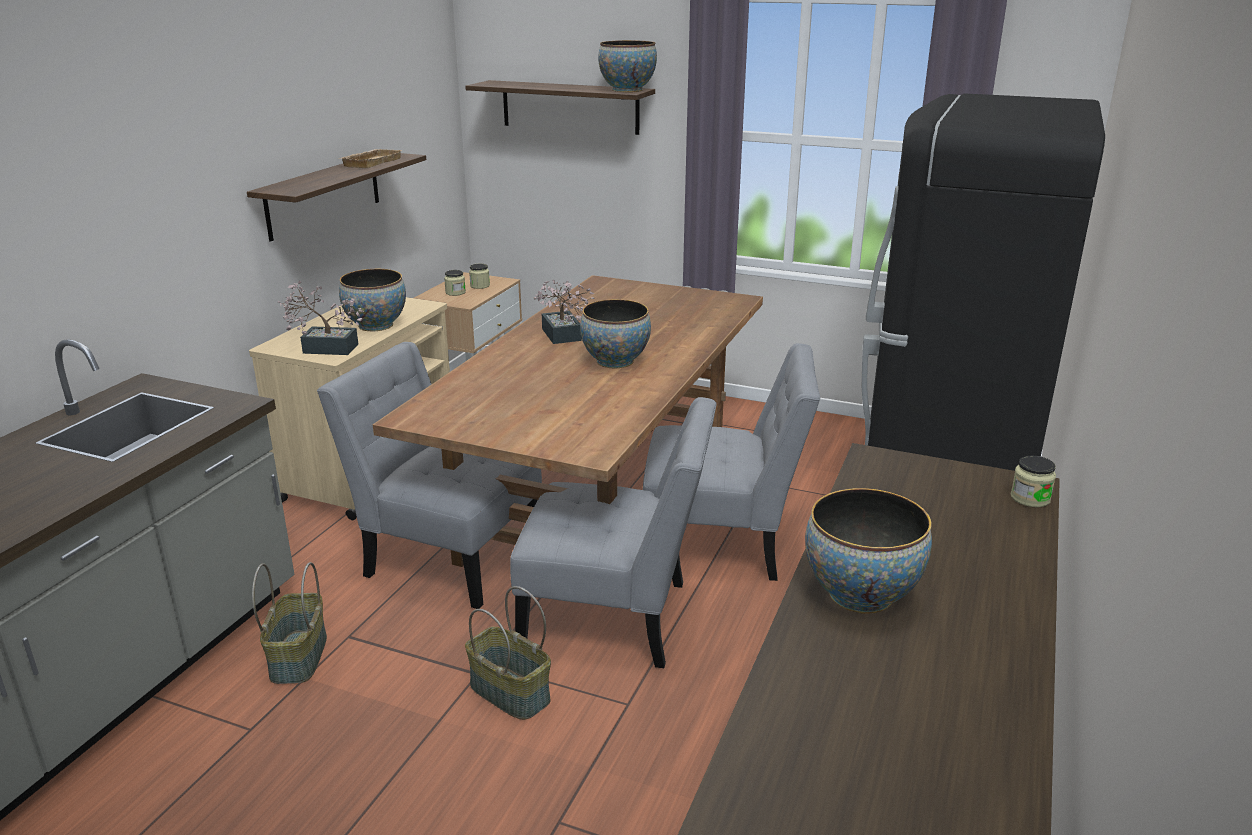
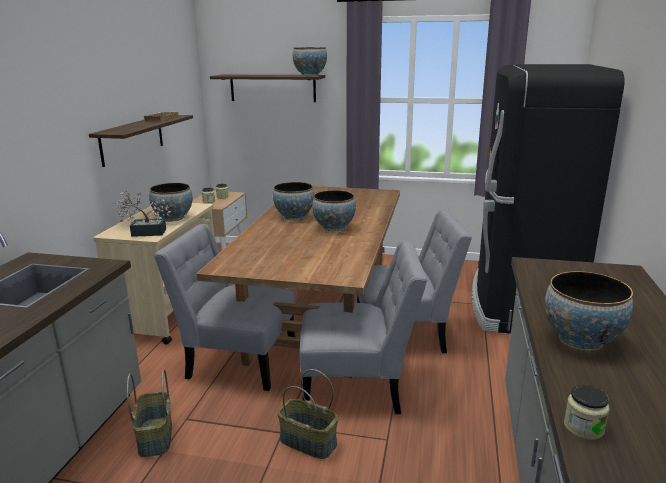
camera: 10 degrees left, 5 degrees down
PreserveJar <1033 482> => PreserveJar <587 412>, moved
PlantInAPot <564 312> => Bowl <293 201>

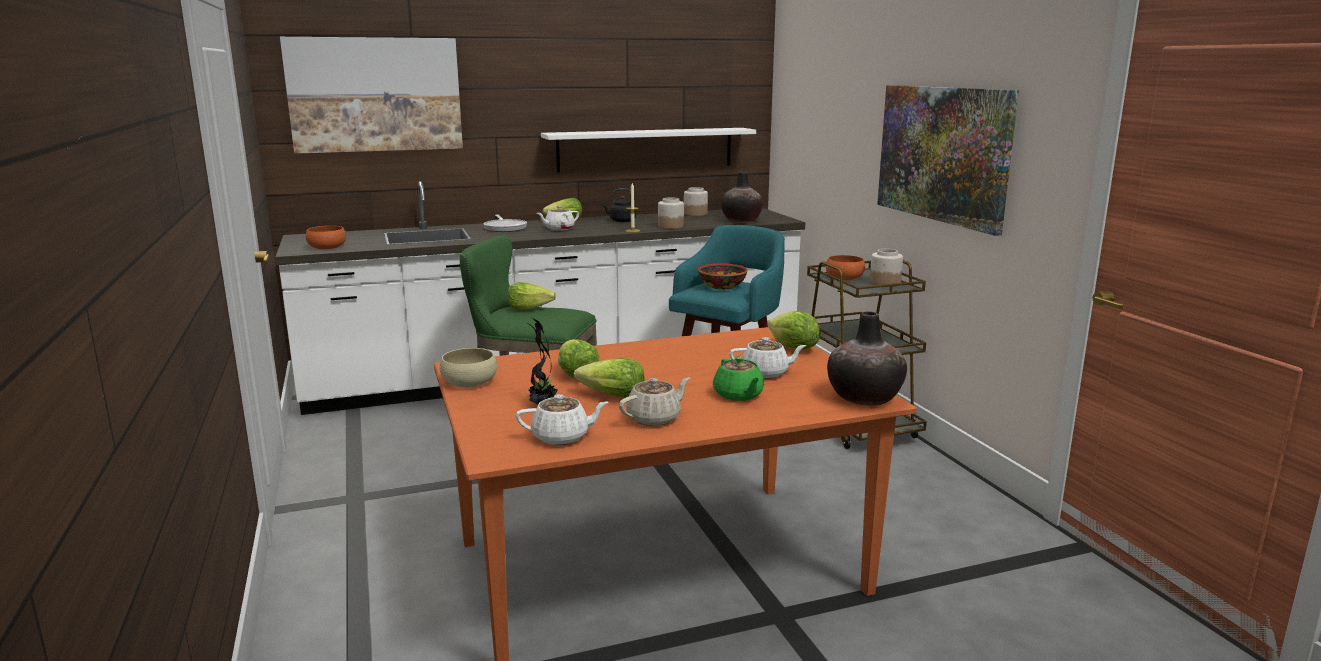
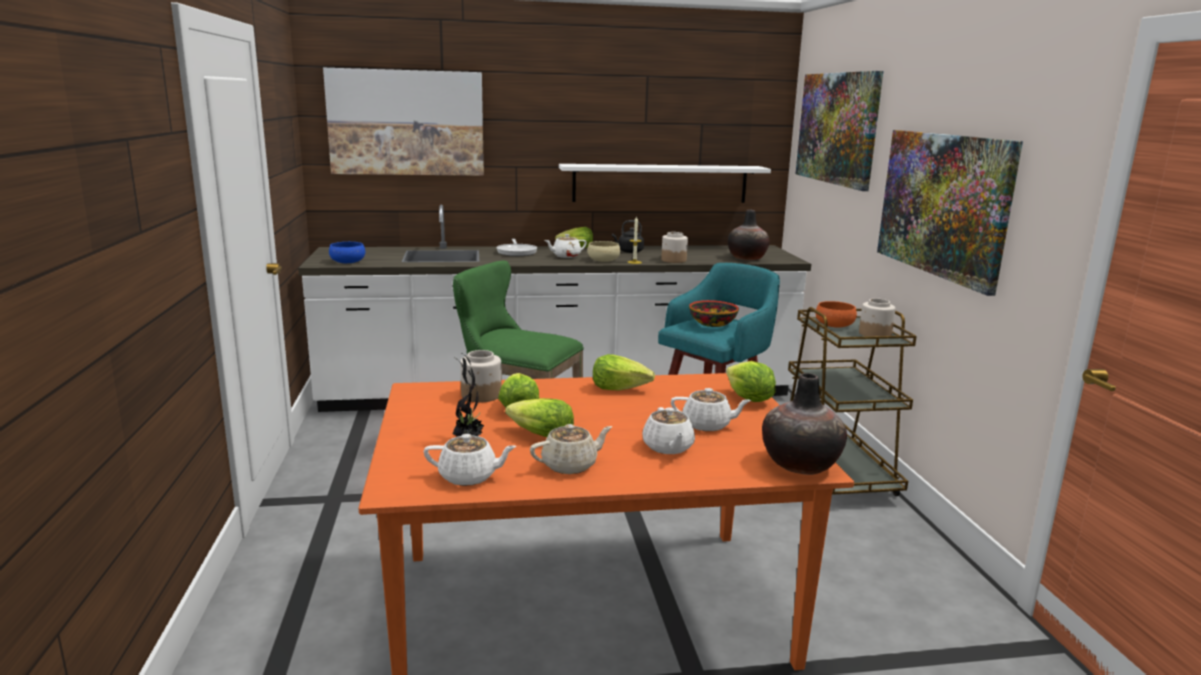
camera: 10 degrees right, 0 degrees up
nothing => WallArt <839 131>
SandColouredBowl <468 367> => SandColouredBowl <603 251>, moved
Lettuce <531 296> => Lettuce <624 372>, moved
PreserveJar <696 201> => PreserveJar <481 376>, moved
OrangeBowl <326 237> => BluishBowl <347 252>
GreenColouredTeaPot <738 378> => WhiteColouredTeaPot <669 430>

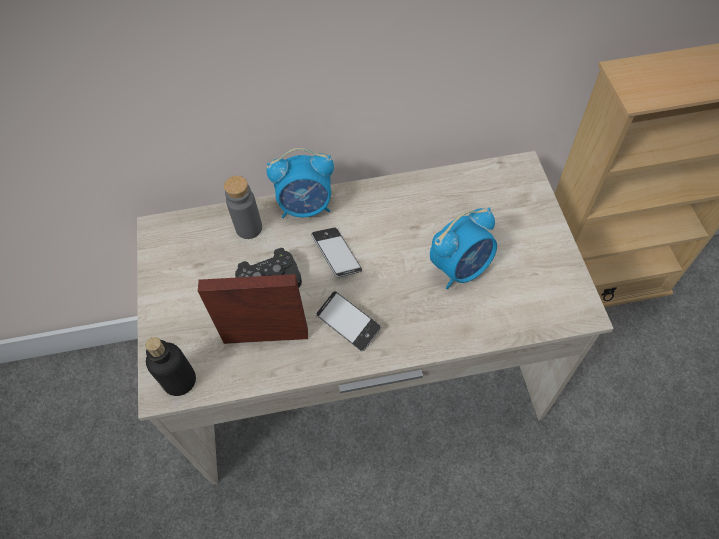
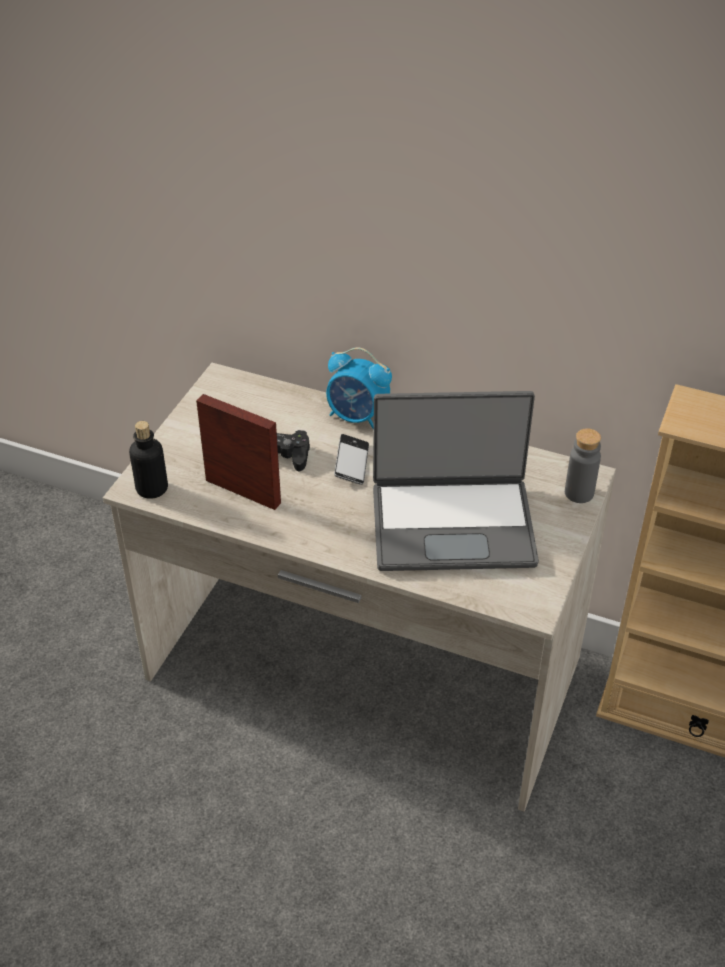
camera: 30 degrees right, 15 degrees down
Telephone <348 321> => nothing
GreyBottle <243 207> => GreyBottle <583 465>, moved
TableClock <463 248> => Laptop <456 481>

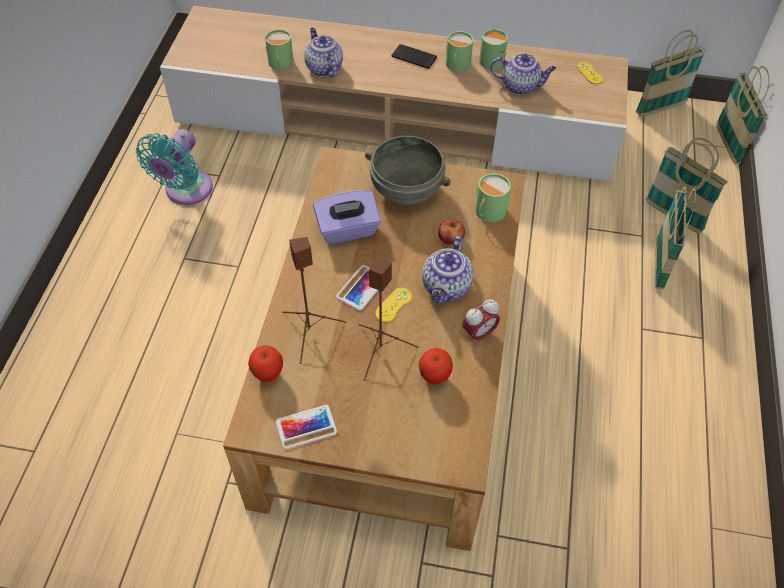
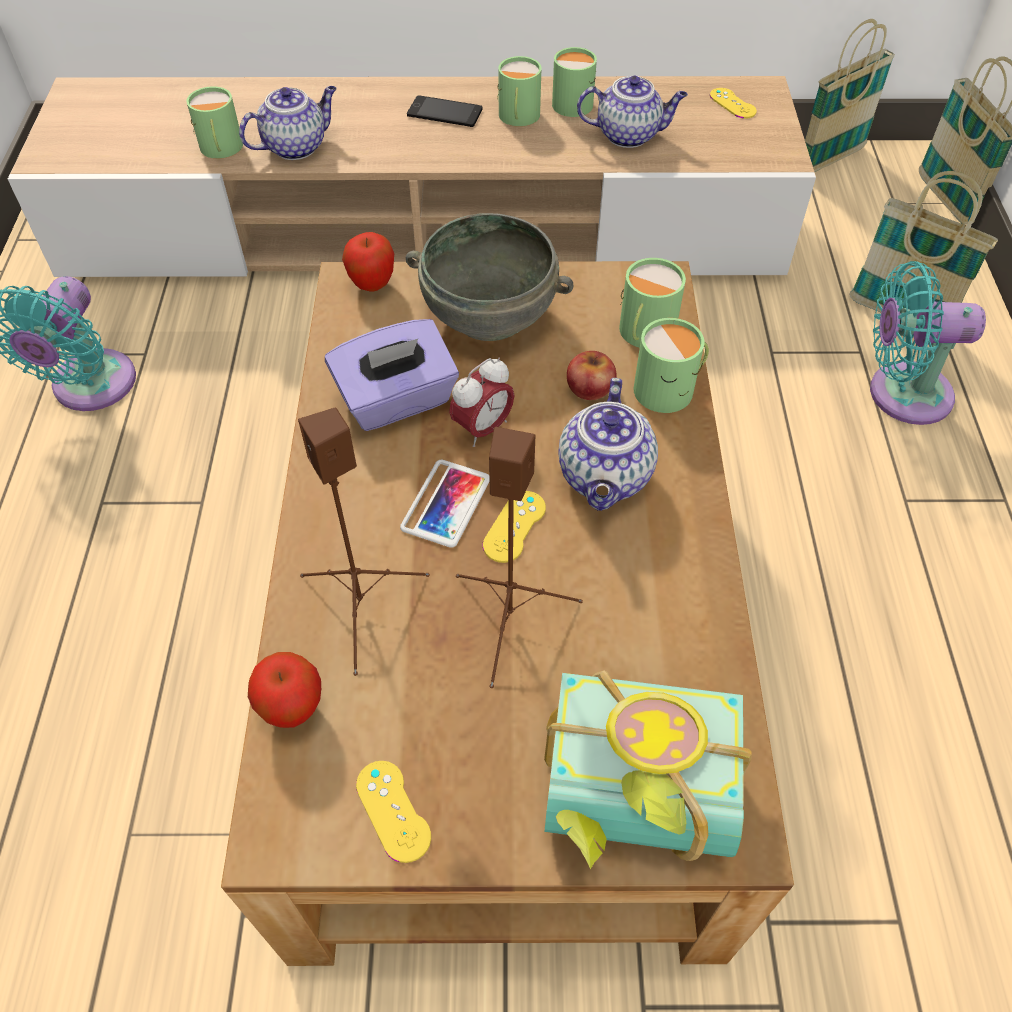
camera: 10 degrees left, 0 degrees up
nothing => Book <648 770>
nothing => GreenColouredTeaMug <671 365>
WholeApple <436 366> => WholeApple <368 262>, moved
TableClock <481 321> => TableClock <482 402>, moved
Telephone <306 427> => YellowishGameController <393 812>
HouseholdBasket <675 238> => BlueGreenCoolingFan <928 343>
TeaPot <323 52> => TeaPot <288 123>, 90 degrees clockwise

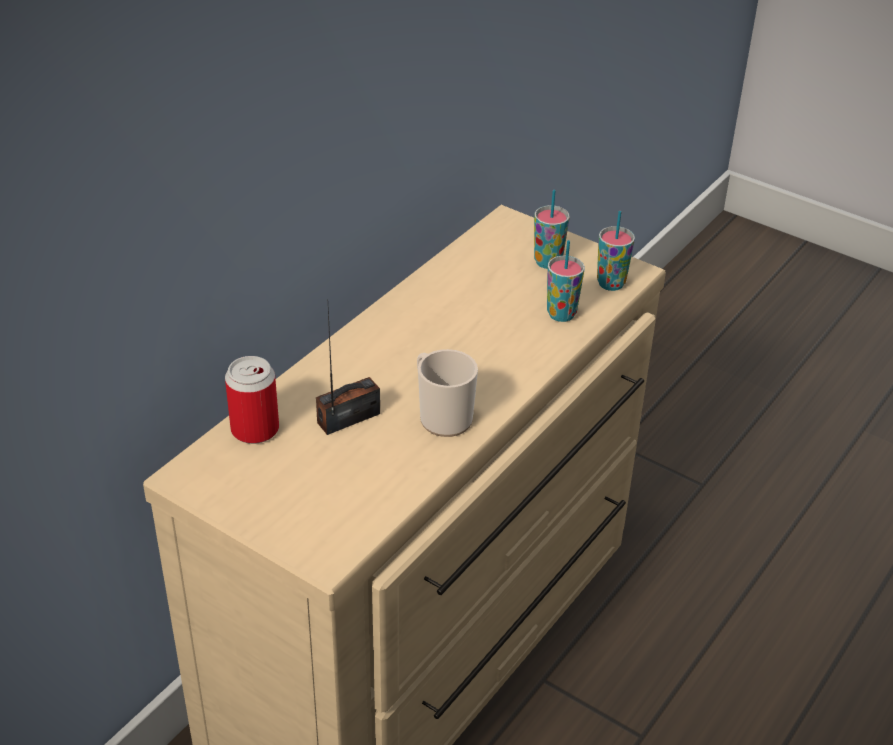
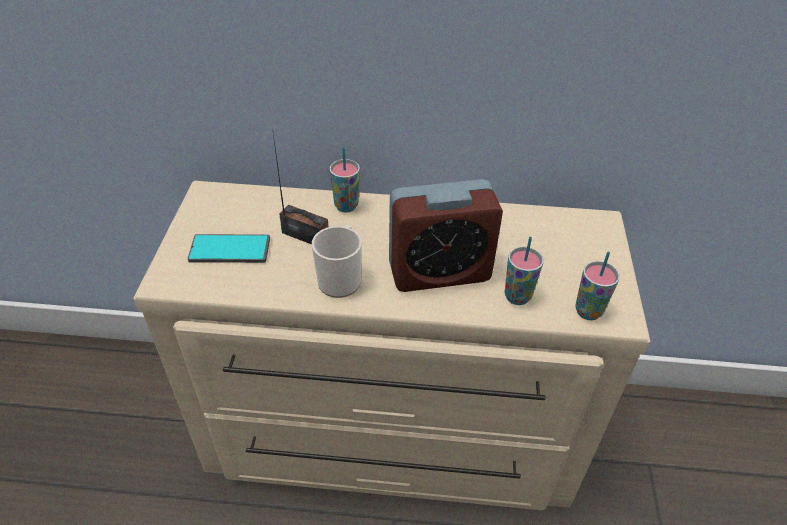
camera: 60 degrees right, 5 degrees up
MetalCan <252 400> => nothing
nothing => Telephone <229 248>
nothing => TableClock <446 235>
SmallCup <552 229> => SmallCup <344 180>, moved

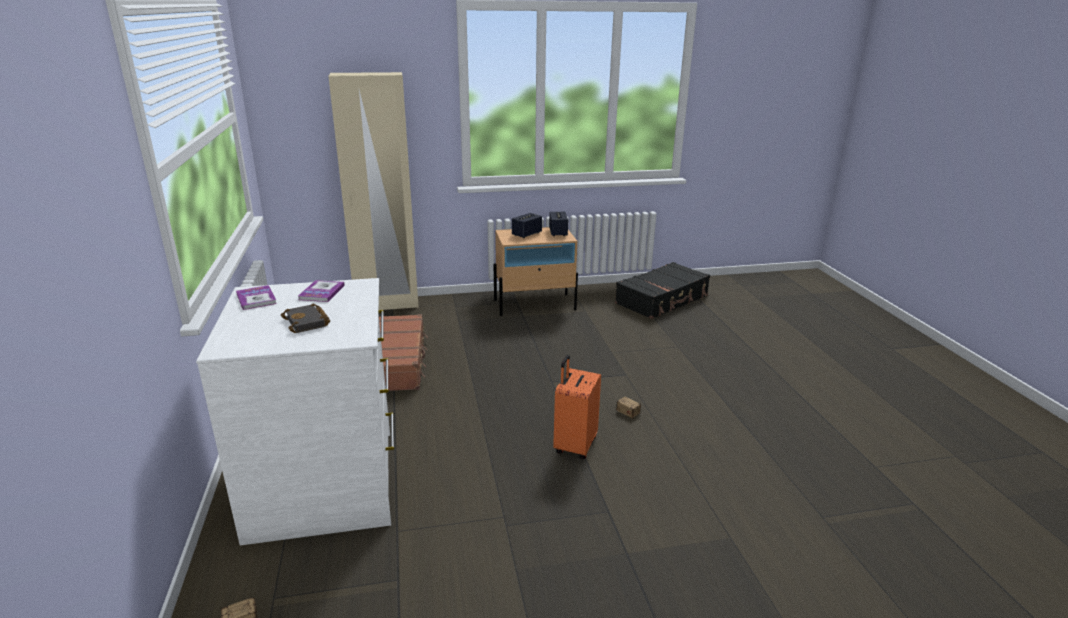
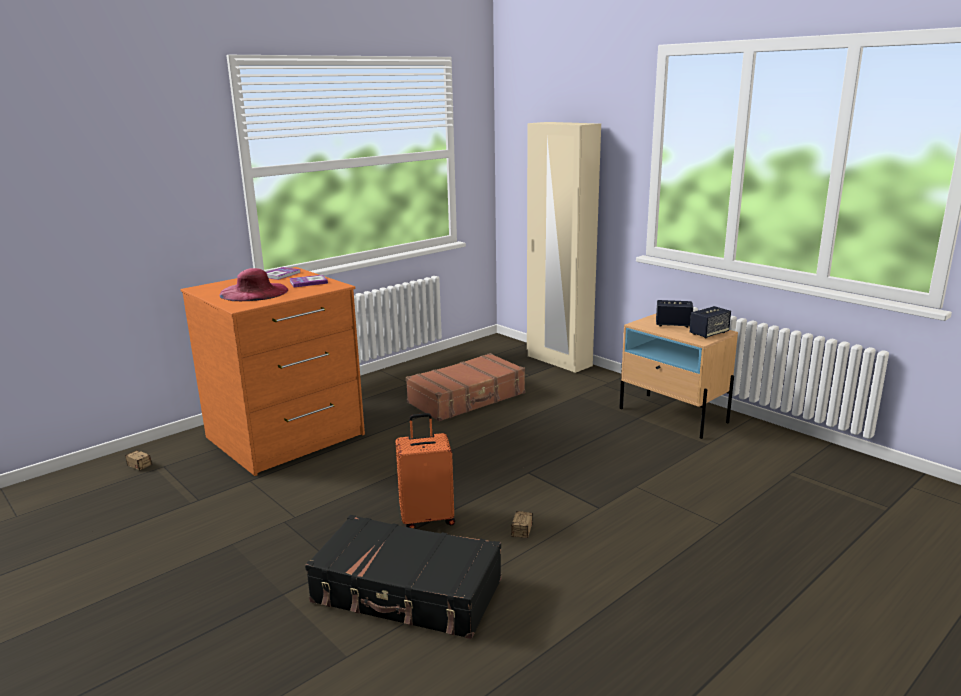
camera: 60 degrees right, 5 degrees down
BlackishPieceOfLuggage <662 290> => BlackishPieceOfLuggage <403 577>, moved
BlackishBook <305 318> => PinkColouredHat <253 284>
WhiteColouredChestOfDrawers <295 411> => OrangeChestOfDrawers <272 371>

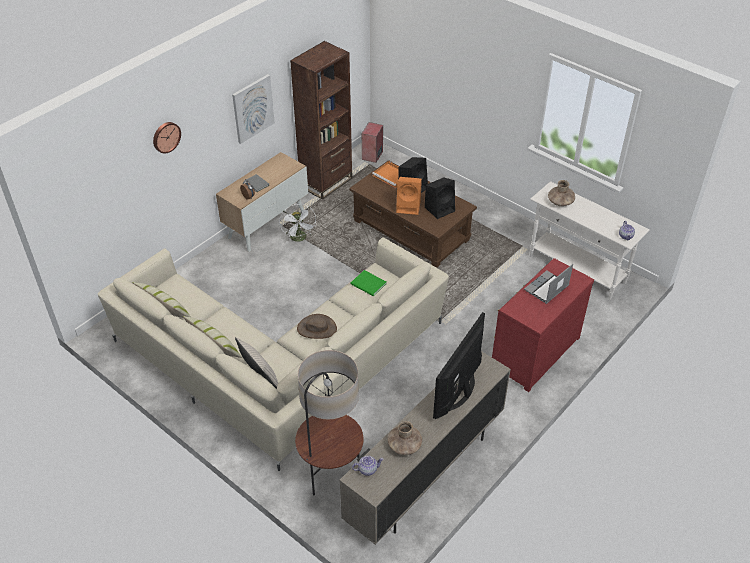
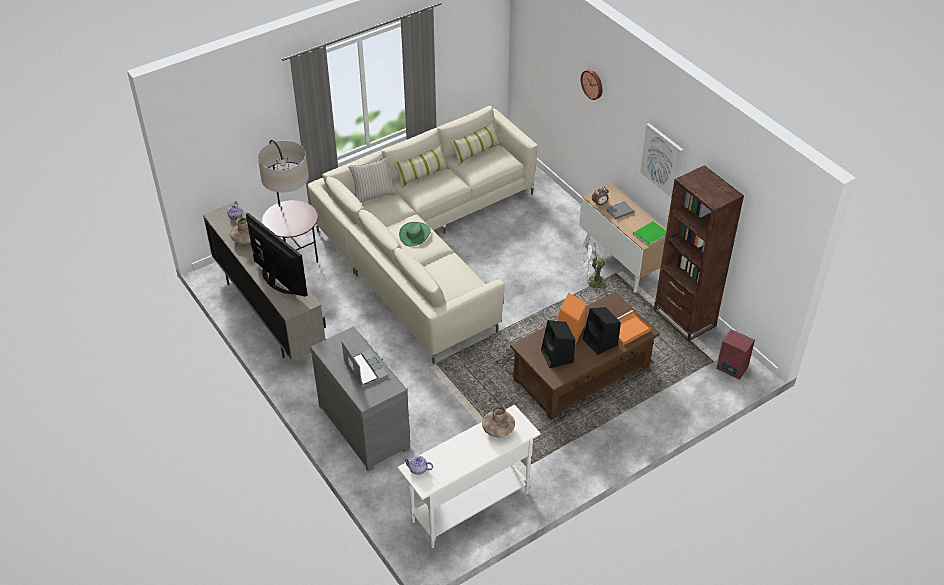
camera: 105 degrees right, 0 degrees up
GreenColouredBook <368 283> => GreenColouredBook <649 233>, moved
BrownHat <317 326> => GreenColouredHat <415 234>
RedChestOfDrawers <543 325> => GreyChestOfDrawers <360 399>

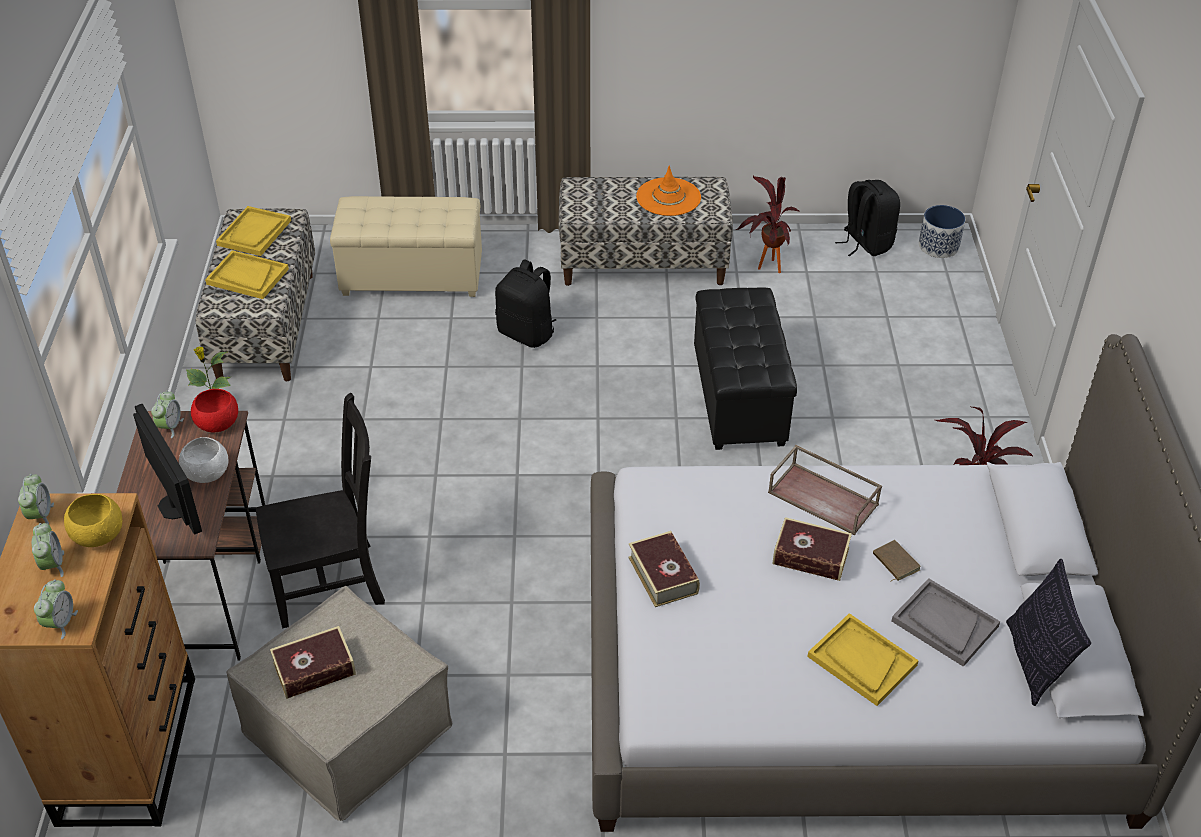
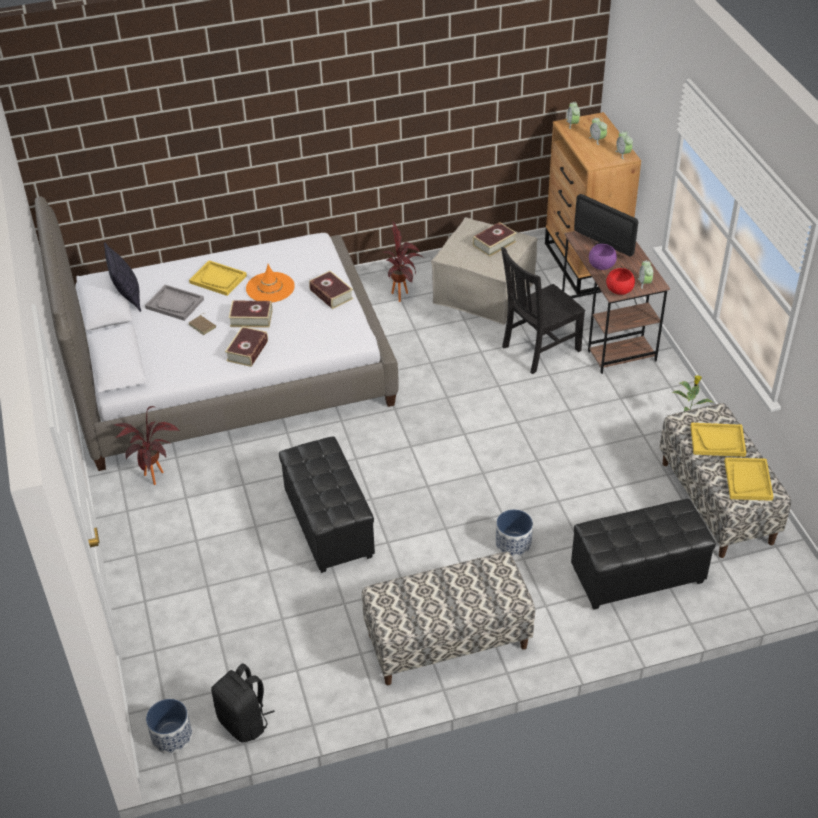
camera: 165 degrees right, 0 degrees up
YellowishBowl <93 520> => nothing
OrangeHat <668 191> => OrangeHat <270 283>, moved
PlantInAPot <768 224> => PlantInAPot <402 261>, moved
BlackishRucksack <525 303> => PlantPot <514 533>
BrownTray <825 490> => Book <246 346>
WhiteColouredBowl <203 460> => PurpleBowl <603 257>
SandColouredOttoman <406 246> => BlackishOttoman <643 554>

